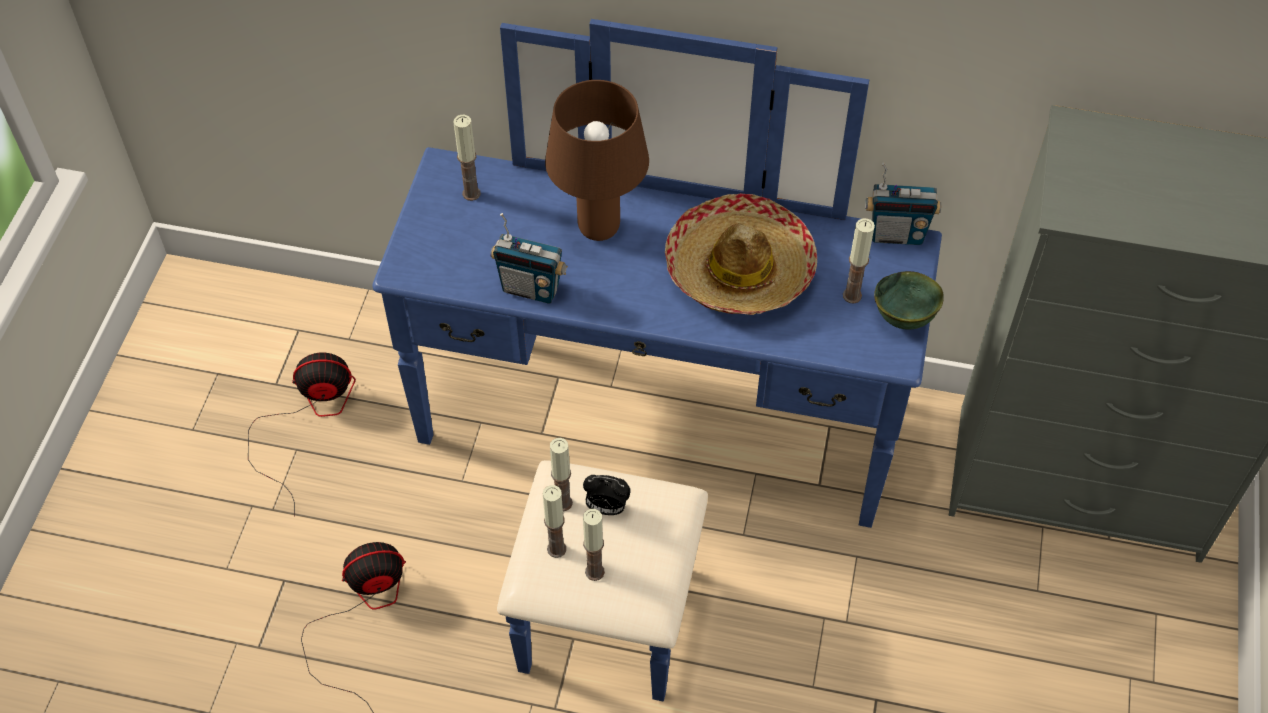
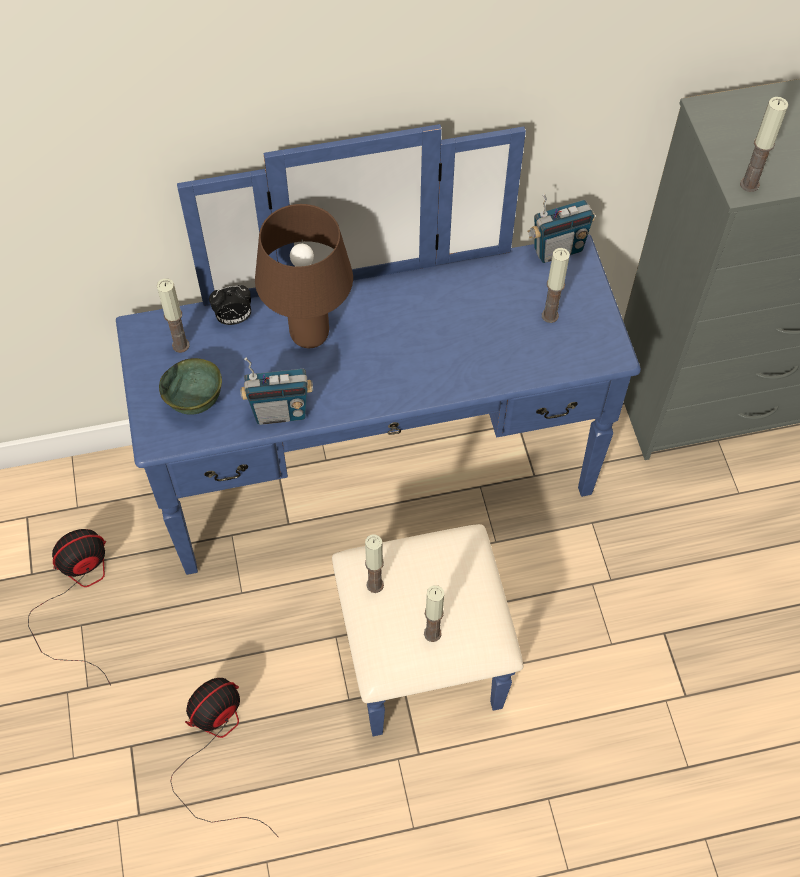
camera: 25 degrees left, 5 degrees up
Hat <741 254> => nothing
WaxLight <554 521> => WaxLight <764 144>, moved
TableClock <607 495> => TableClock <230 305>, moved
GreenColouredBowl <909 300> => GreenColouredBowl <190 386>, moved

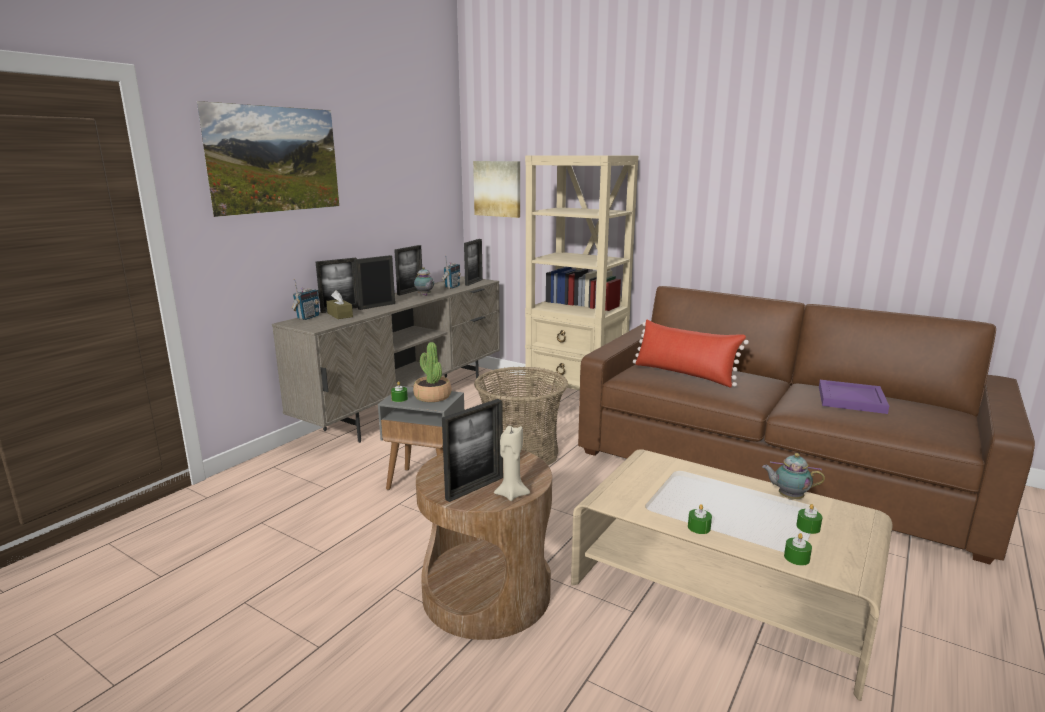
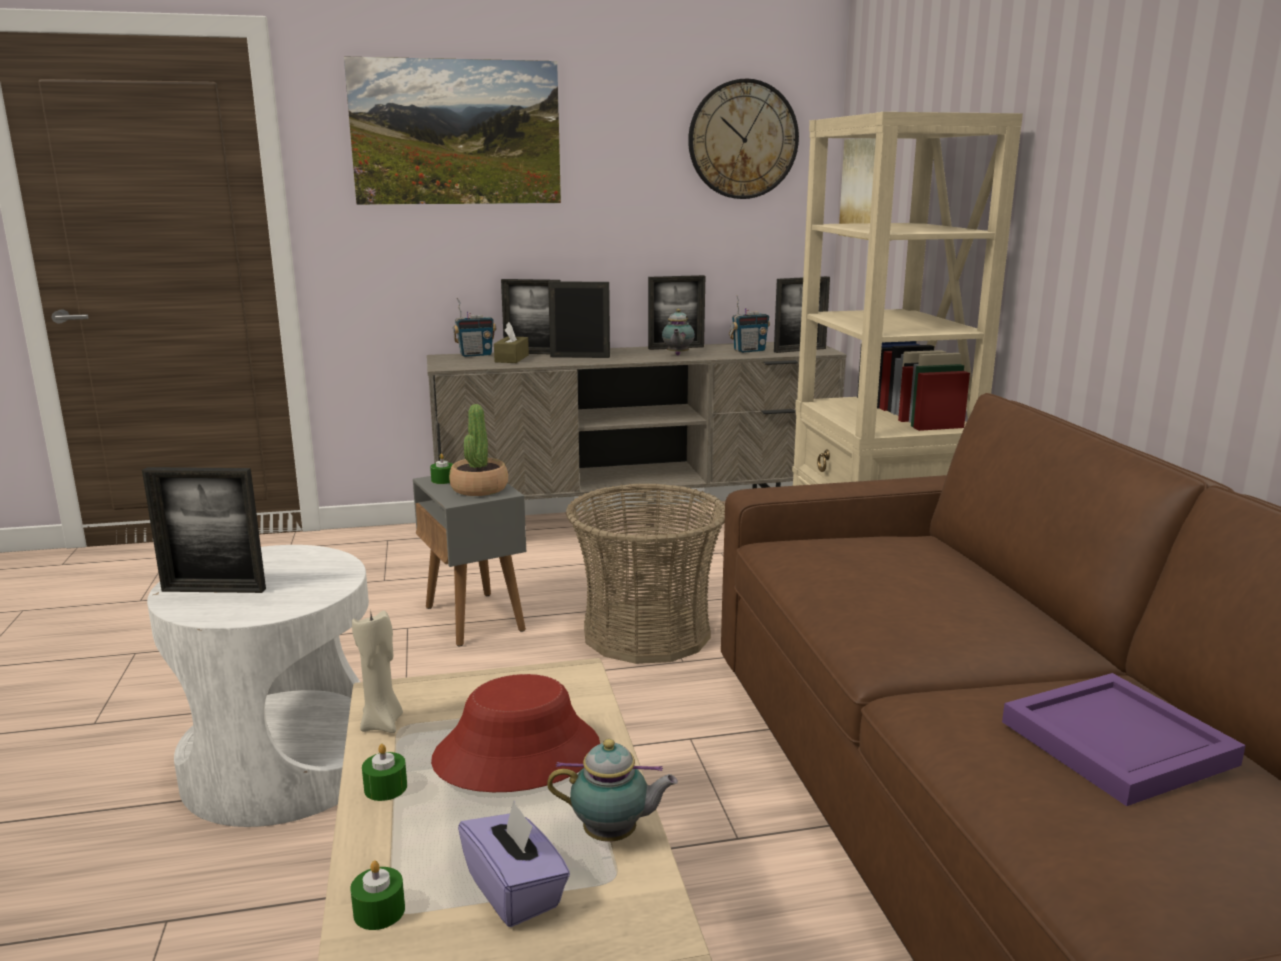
camera: 45 degrees right, 0 degrees up
RedPillow <691 354> => nothing
nothing => RedHat <515 733>
nothing => ClockOnTheWall <743 139>
SandColouredWaxLight <512 463> => SandColouredWaxLight <377 671>, moved
GreenColouredWaxLight <809 519> => PurpleTissueHolder <514 863>
BrownSideTable <484 545> => WhiteColouredSideTable <258 686>
TeaPot <793 476> => TeaPot <612 790>, 120 degrees clockwise

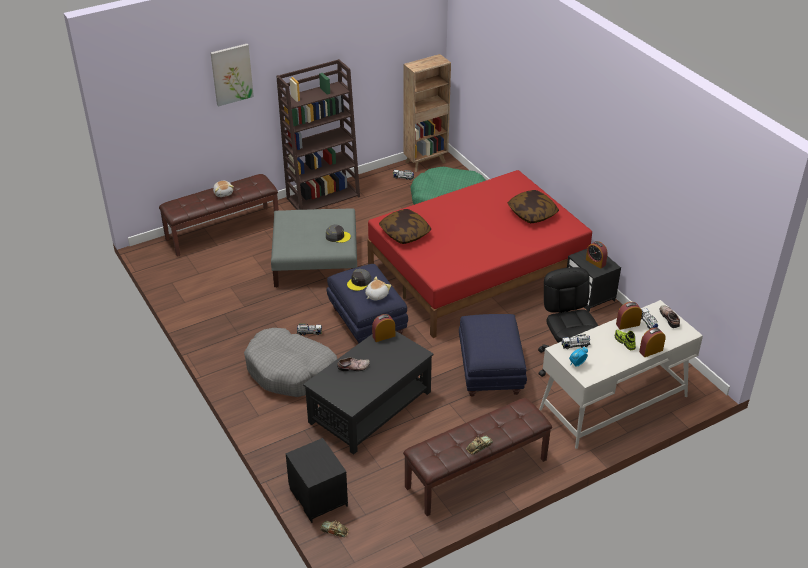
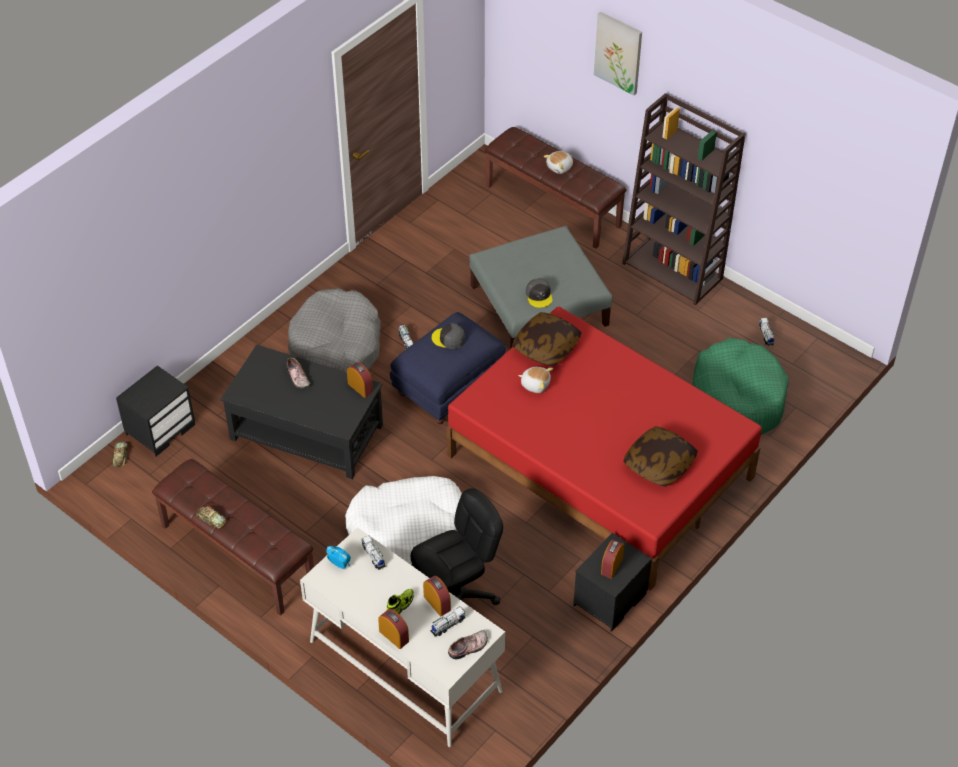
camera: 70 degrees right, 10 degrees up
BrownShelvingUnit <427 113> => nothing
PlushToy <378 288> => PlushToy <535 380>, moved
BluishOttoman <493 355> => WhiteColouredPetBed <403 520>

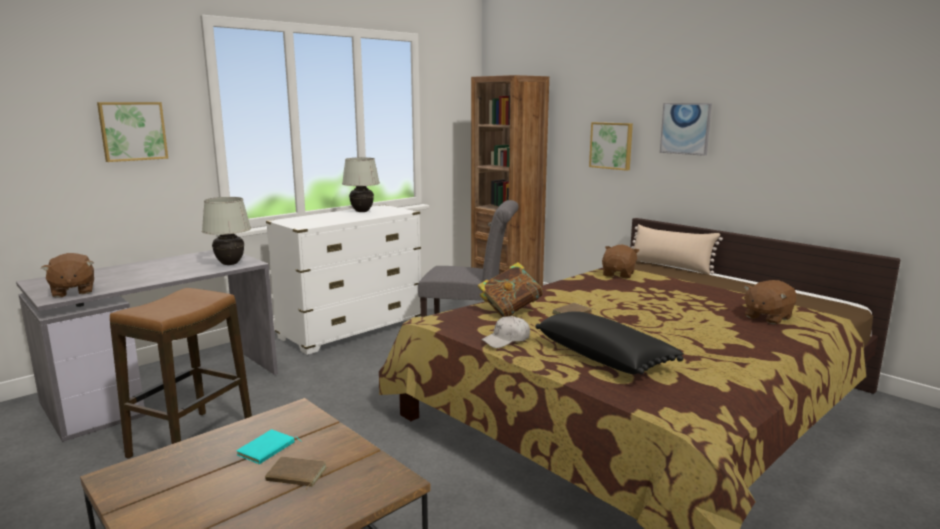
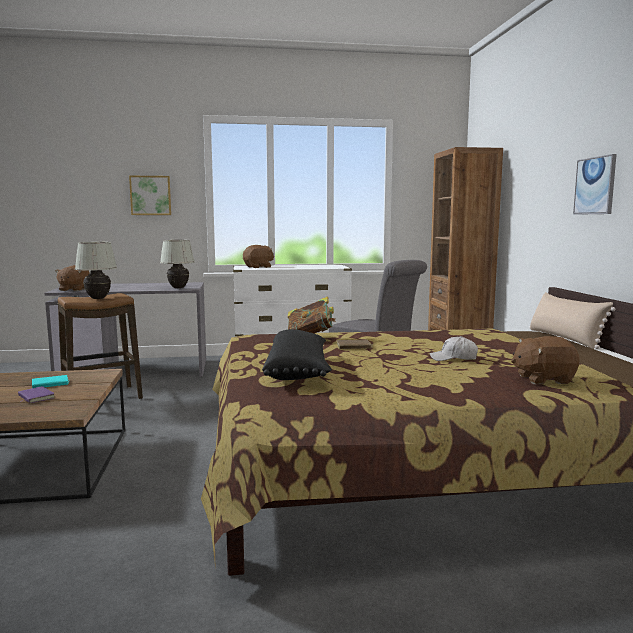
camera: 35 degrees right, 5 degrees down
WallArt <611 146> => nothing
WhiteColouredTableLamp <361 184> => WhiteColouredTableLamp <96 270>, moved
WhiteColouredBaseballCap <505 332> => WhiteColouredBaseballCap <453 348>, moved
BrownPlushToy <621 261> => BrownPlushToy <258 256>, moved
BrownBook <296 473> => PurpleBook <36 394>

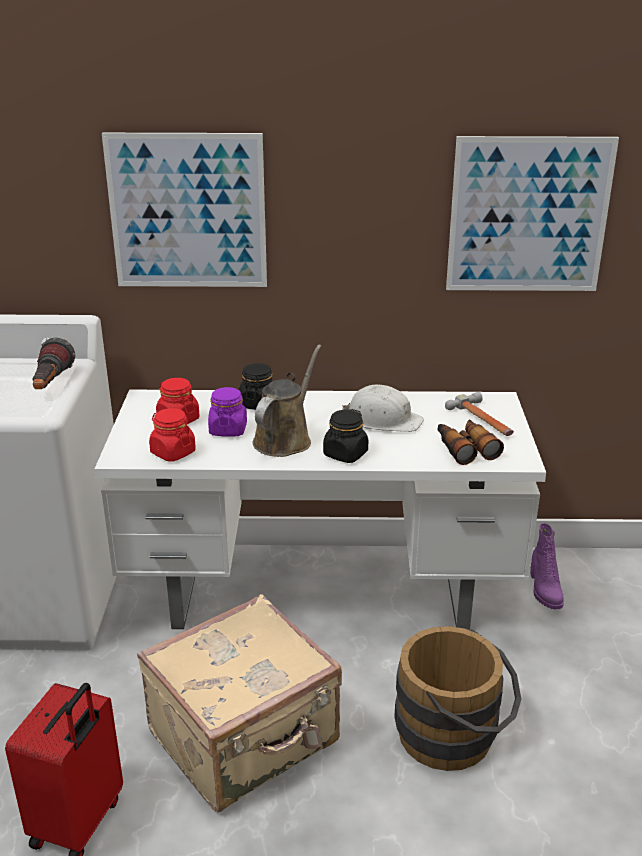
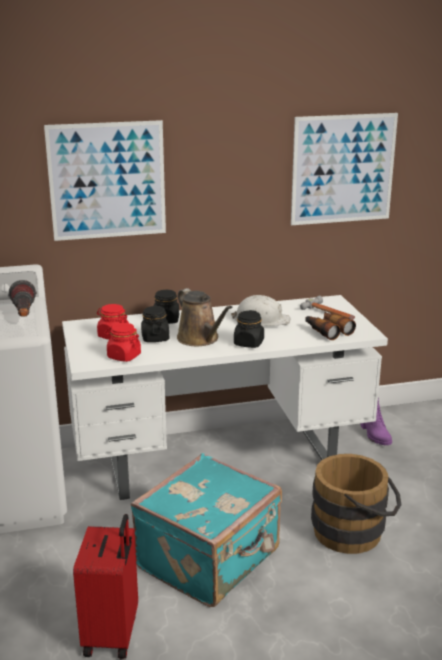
camera: 15 degrees left, 5 degrees down
SandColouredPieceOfLuggage <239 703> => BlueGreenPieceOfLuggage <206 530>
PurplePreserveJar <227 412> => BlackishPreserveJar <155 324>
BrownWateringCan <287 401> => BrownWateringCan <204 317>, 135 degrees clockwise

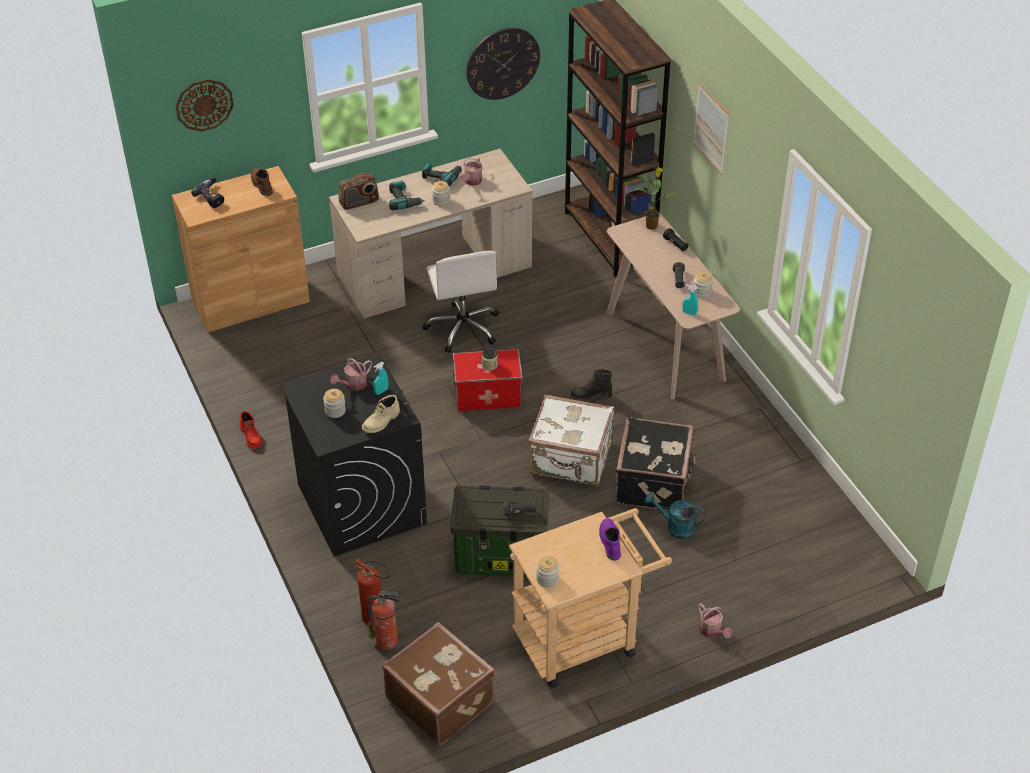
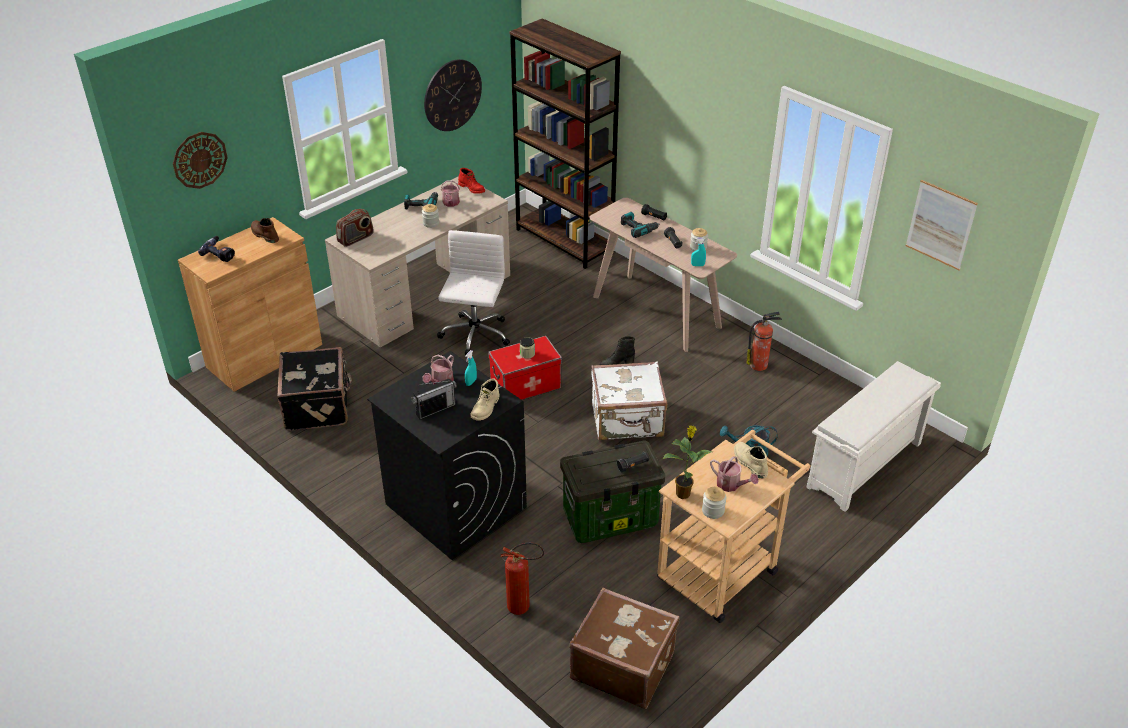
camera: 20 degrees left, 5 degrees down
nothing => WhiteColouredShoeShelf <873 436>
RedTallBoot <251 430> => RedTallBoot <471 181>, moved
FireFightingCylinder <384 620> => FireFightingCylinder <764 341>, moved
Drill <407 195> => Drill <640 225>, moved
BlackishPieceOfLuggage <655 464> => BlackishPieceOfLuggage <314 389>, moved
PlantInAPot <656 198> => PlantInAPot <688 462>, moved
WallArt <711 128> => WallArt <942 225>, moved
WateringCan <715 620> => WateringCan <734 474>, moved
PreserveJar <334 403> => RadioReceiver <434 399>
PurpleTallBoot <610 539> => SandColouredTallBoot <751 460>
WhiteColouredComputerChair <460 302> => WhiteColouredComputerChair <473 292>, 135 degrees counterclockwise

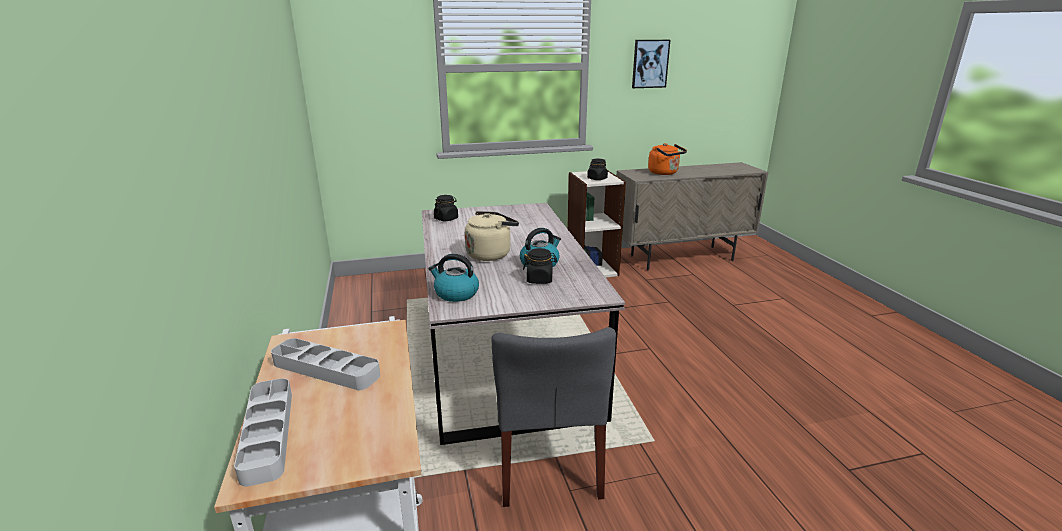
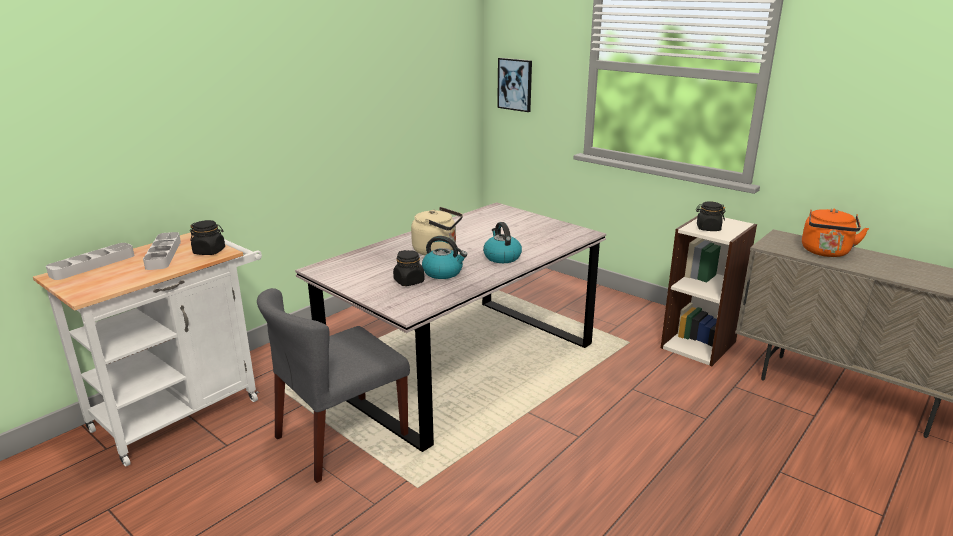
camera: 55 degrees right, 0 degrees up
WaterKettle <453 278> => WaterKettle <502 242>, moved
BlackishPreserveJar <446 208> => BlackishPreserveJar <207 237>, moved
WallArt <651 64> => WallArt <514 85>, moved

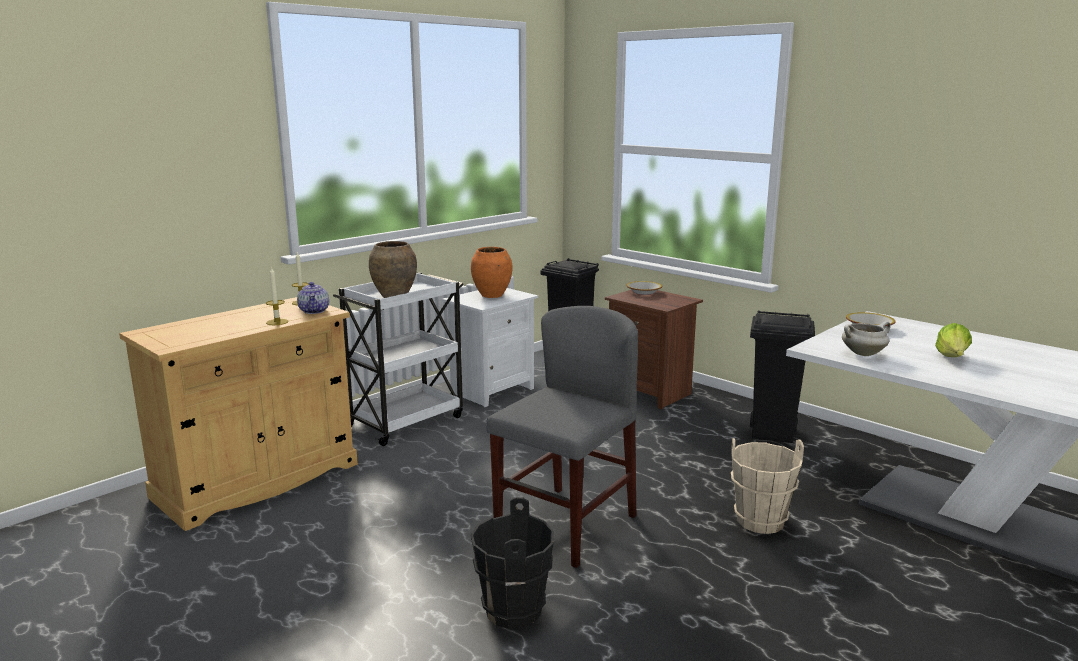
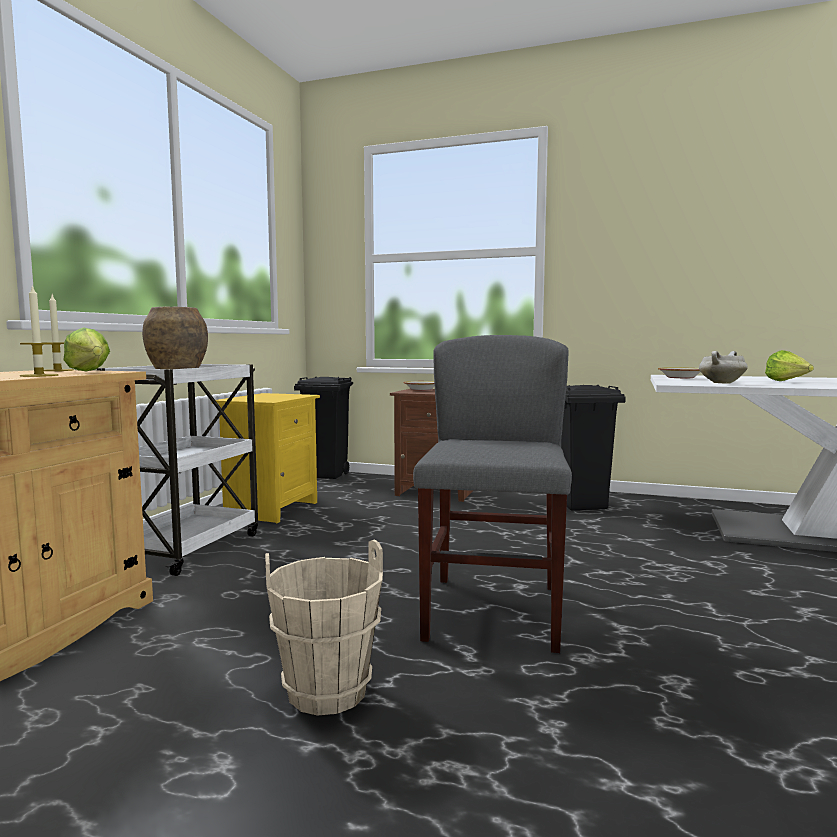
camera: 25 degrees left, 10 degrees down
OrangeFlowerVase <492 272> => nothing
BlackishPail <512 563> => nothing
SandColouredPail <767 486> => SandColouredPail <324 627>, moved
TeaPot <313 298> => Lettuce <86 349>
WhiteColouredNightstand <490 347> => YellowishNightstand <266 458>

